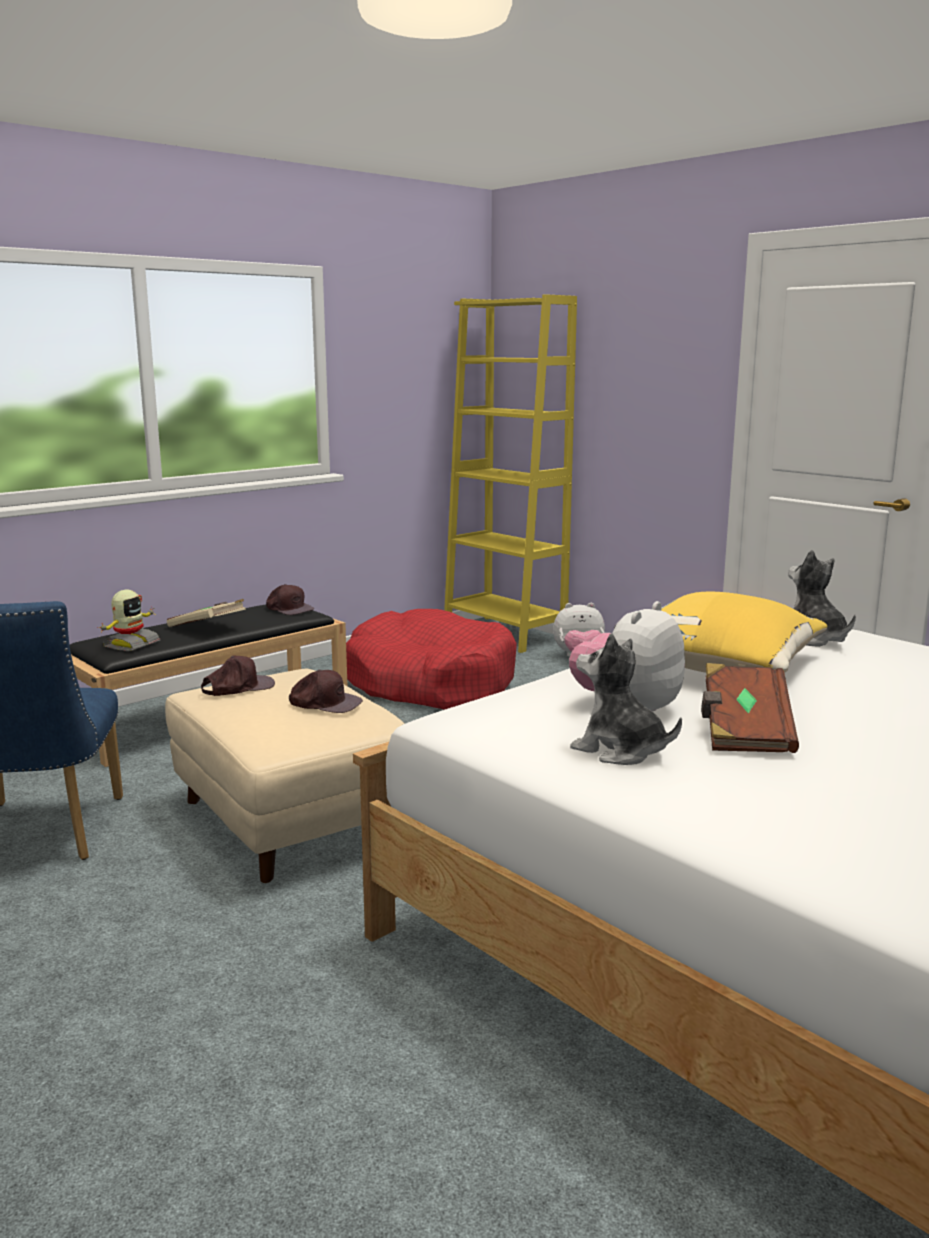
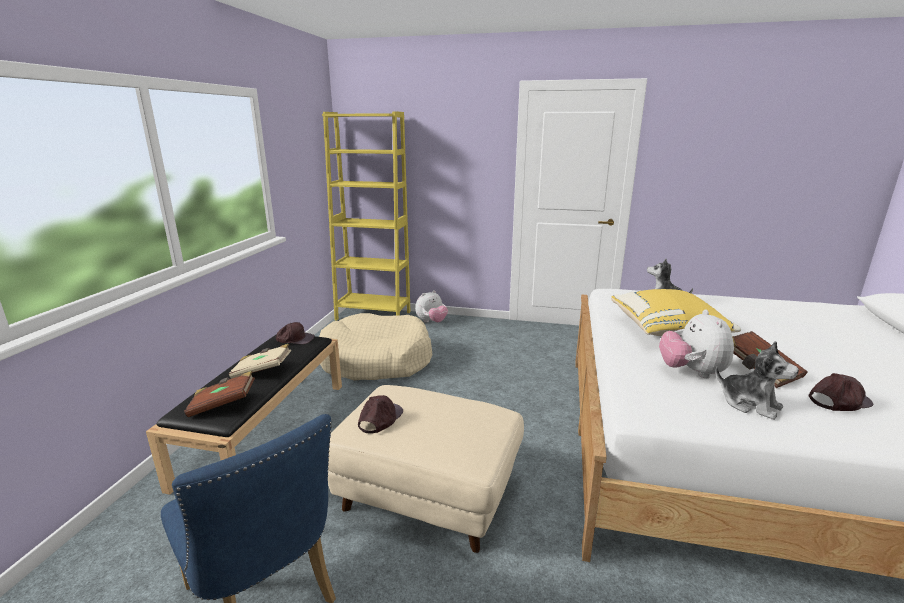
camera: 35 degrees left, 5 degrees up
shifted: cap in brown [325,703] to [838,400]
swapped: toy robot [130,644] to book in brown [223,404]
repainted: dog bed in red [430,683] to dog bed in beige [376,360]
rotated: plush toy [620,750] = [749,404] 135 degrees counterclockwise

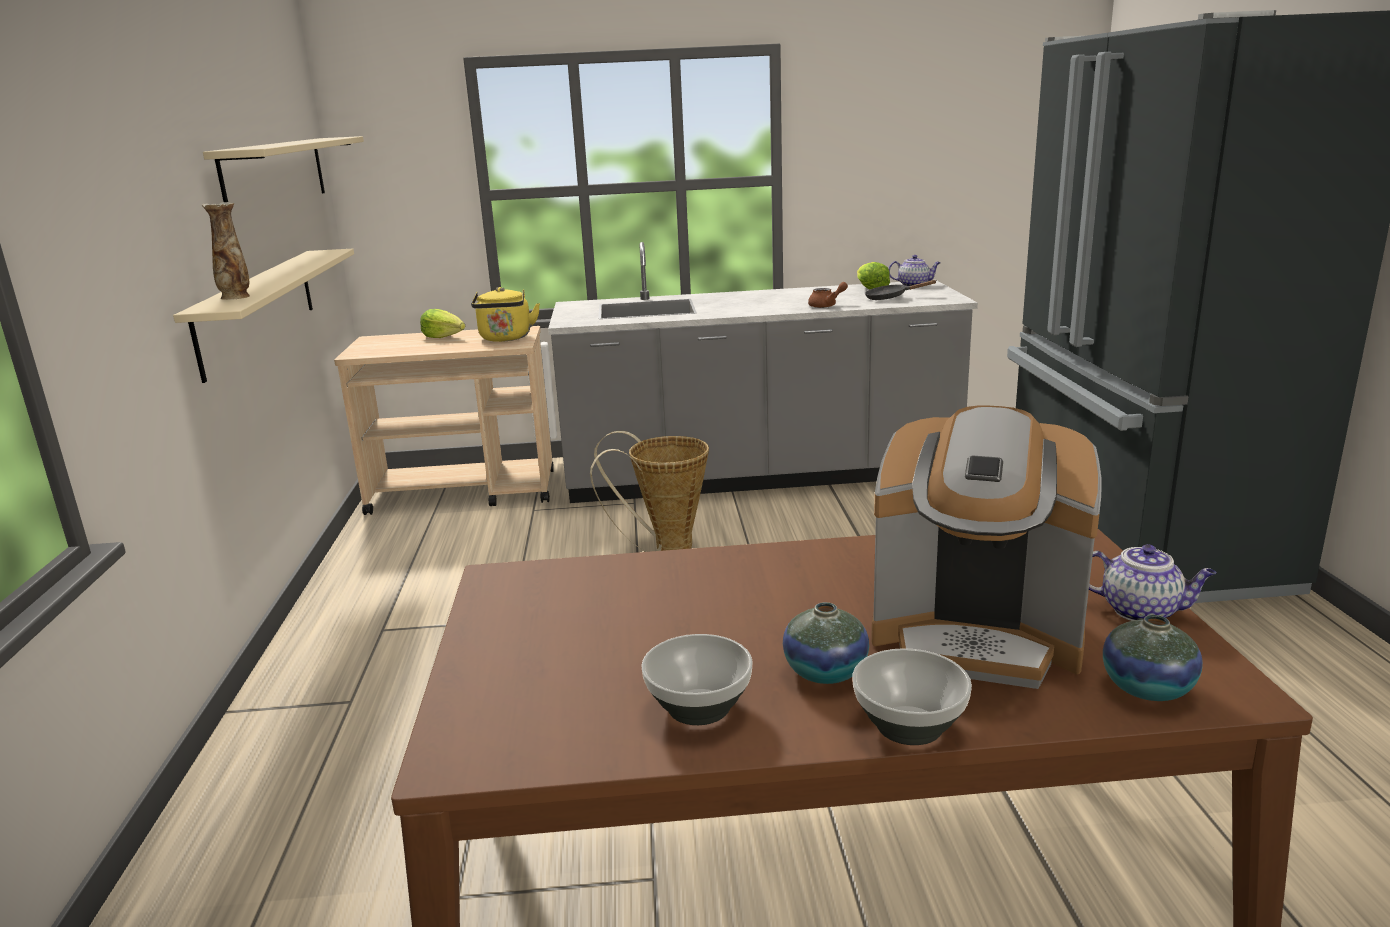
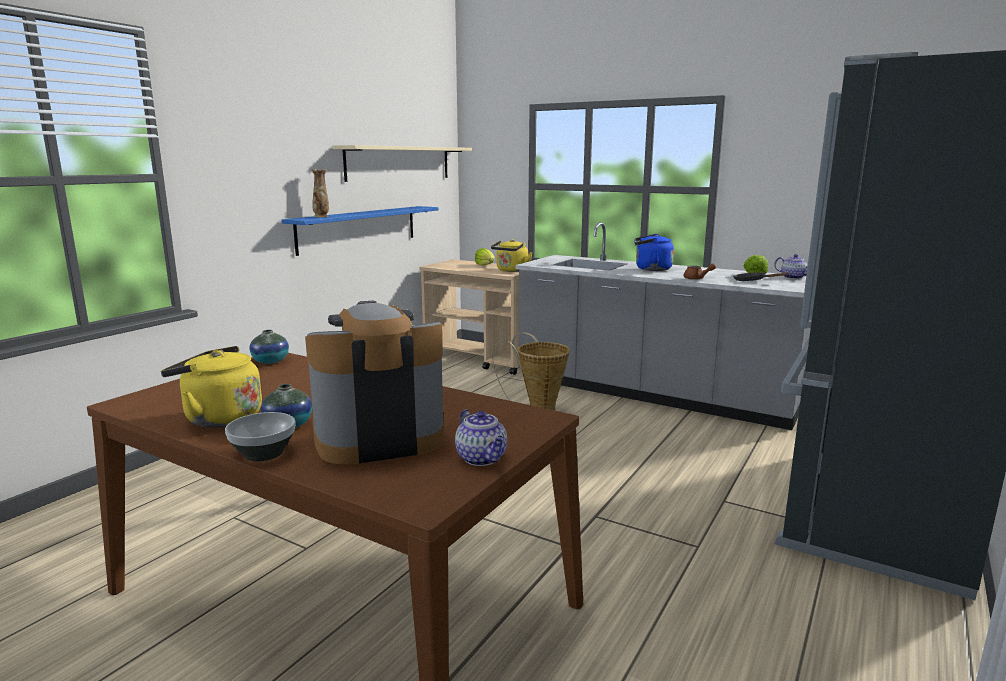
camera: 35 degrees right, 5 degrees down
new: kettle in blue [650,269]
shifted: vase [1147,688] to [270,361]
swapped: bowl [697,707] to kettle in yellow [219,418]
repainted: shelf in beige [258,309] to shelf in blue [359,228]
rotated: coffee machine [977,636] = [378,438] 105 degrees clockwise

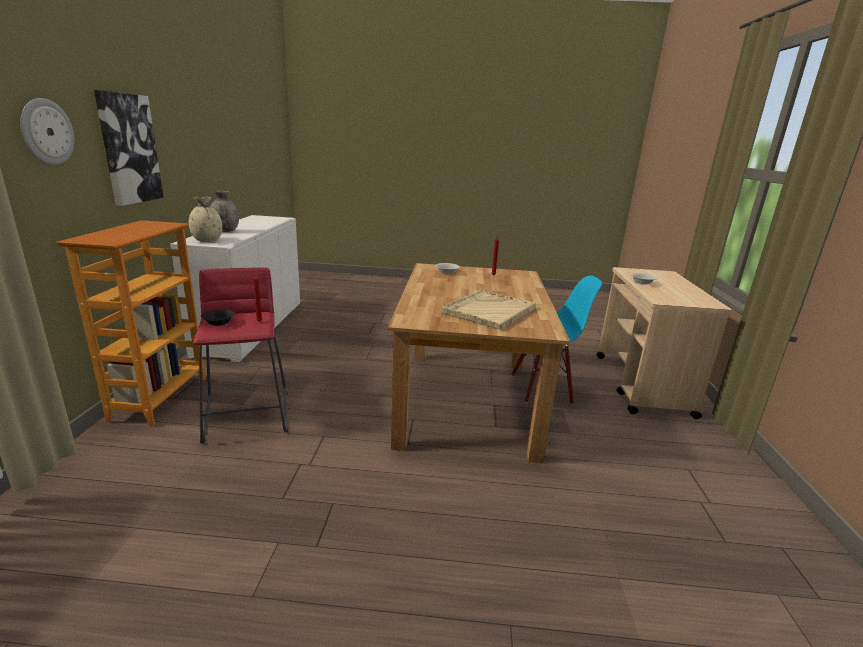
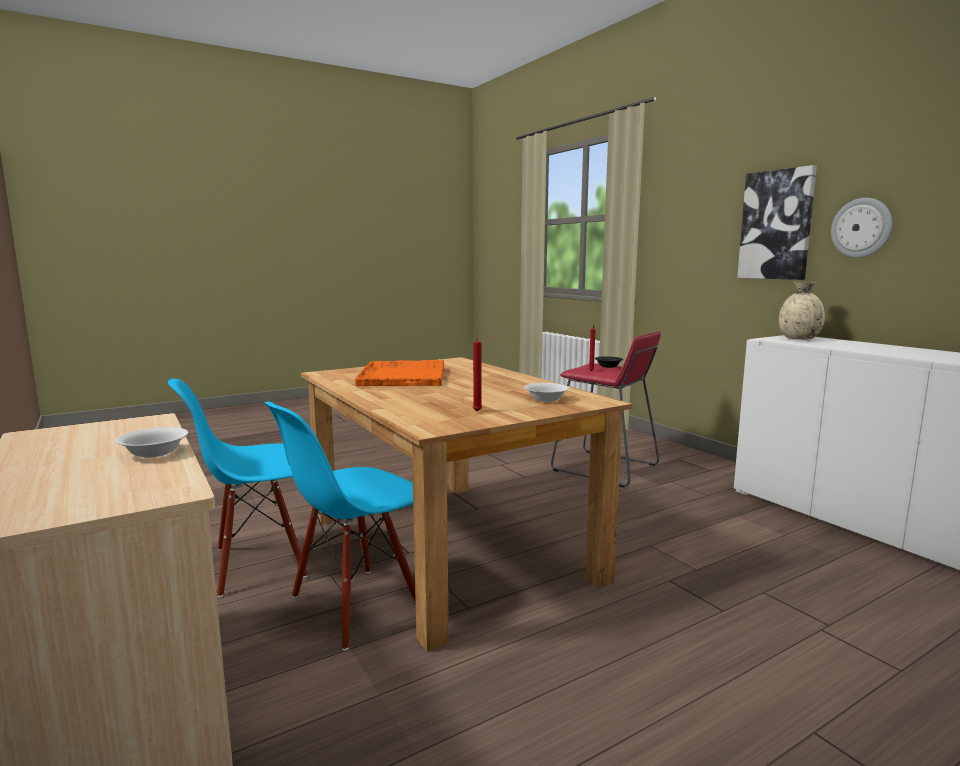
camera: 145 degrees right, 10 degrees down
gone: bookcase [159,398]; vase in grey [225,231]
new: chair in blue [259,564]
shifted: wall clock [46,132] to [861,228]
repainted: tray in beige [489,310] to tray in orange [403,376]

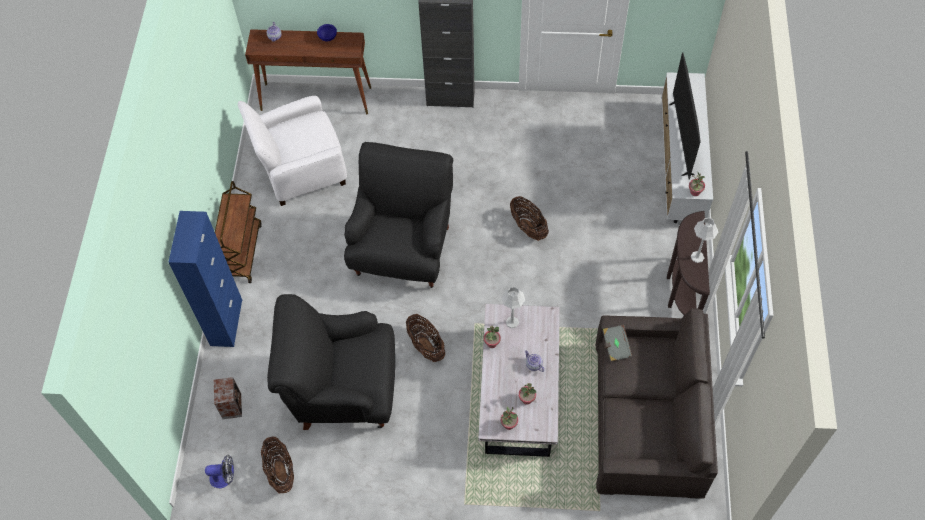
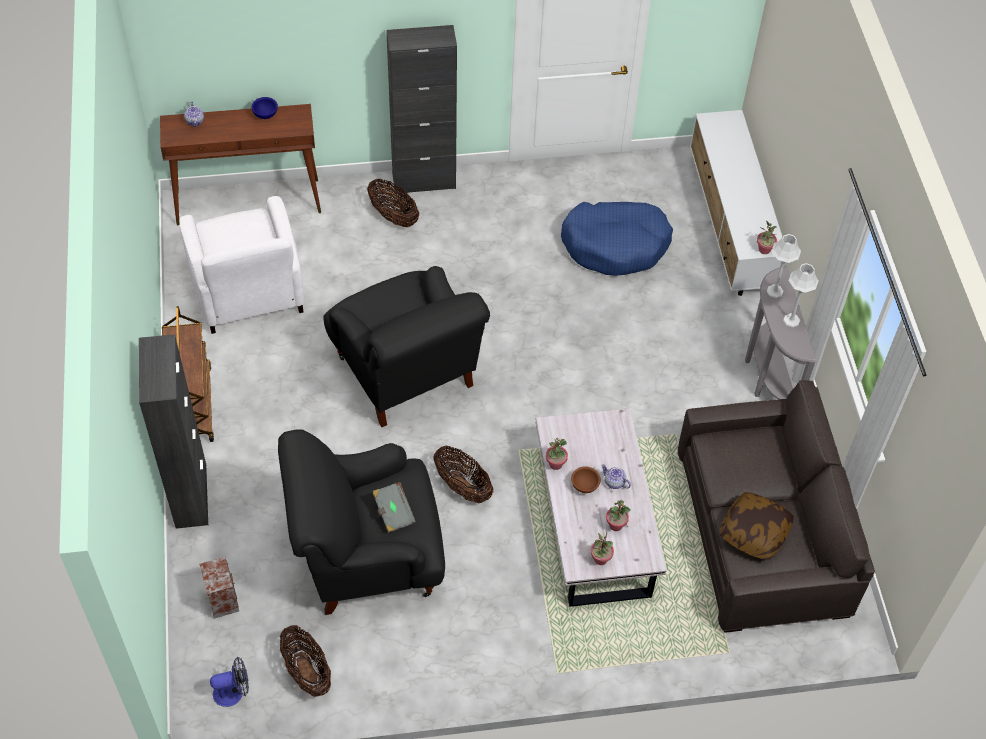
camera: 15 degrees left, 5 degrees down
gone: television [681,139]
new: dog bed in blue [615,245]; bowl in brown [584,486]; pillow [754,532]
shifted: basket [528,227] to [393,216]; book in grey [615,346] to [393,512]; table lamp in grey [512,322] to [775,291]
repainted: cabinet in blue [226,322] to cabinet in black [191,496]; console table in brown [680,293] to console table in grey [766,377]
rotated: armchair in white [301,168] = [248,290] 75 degrees counterclockwise; armchair in black [403,250] = [406,373] 150 degrees clockwise

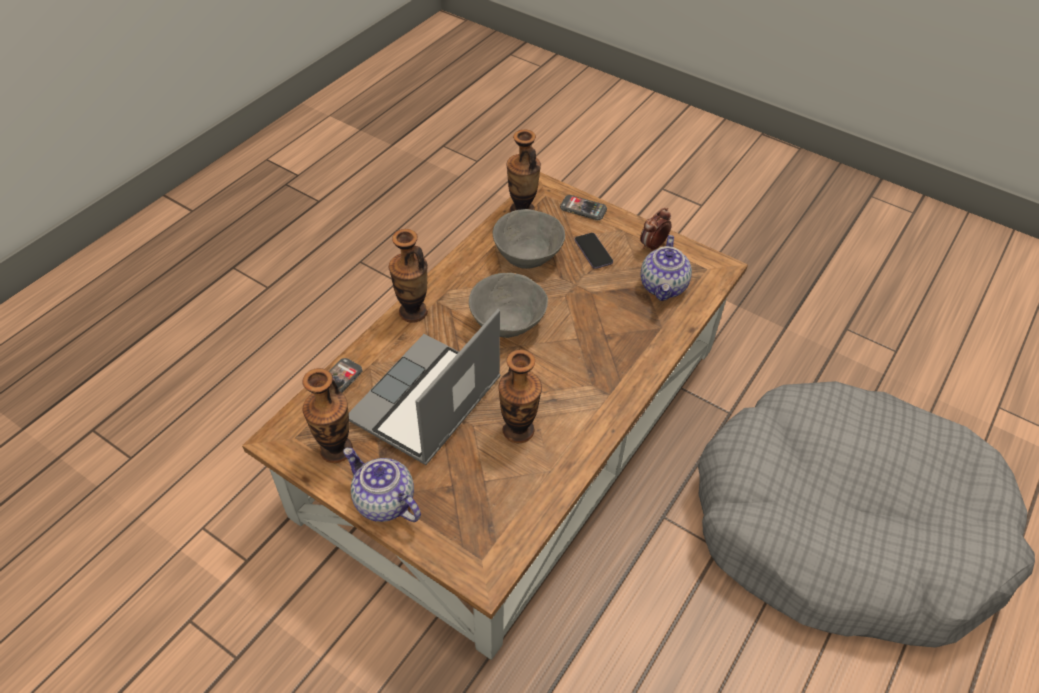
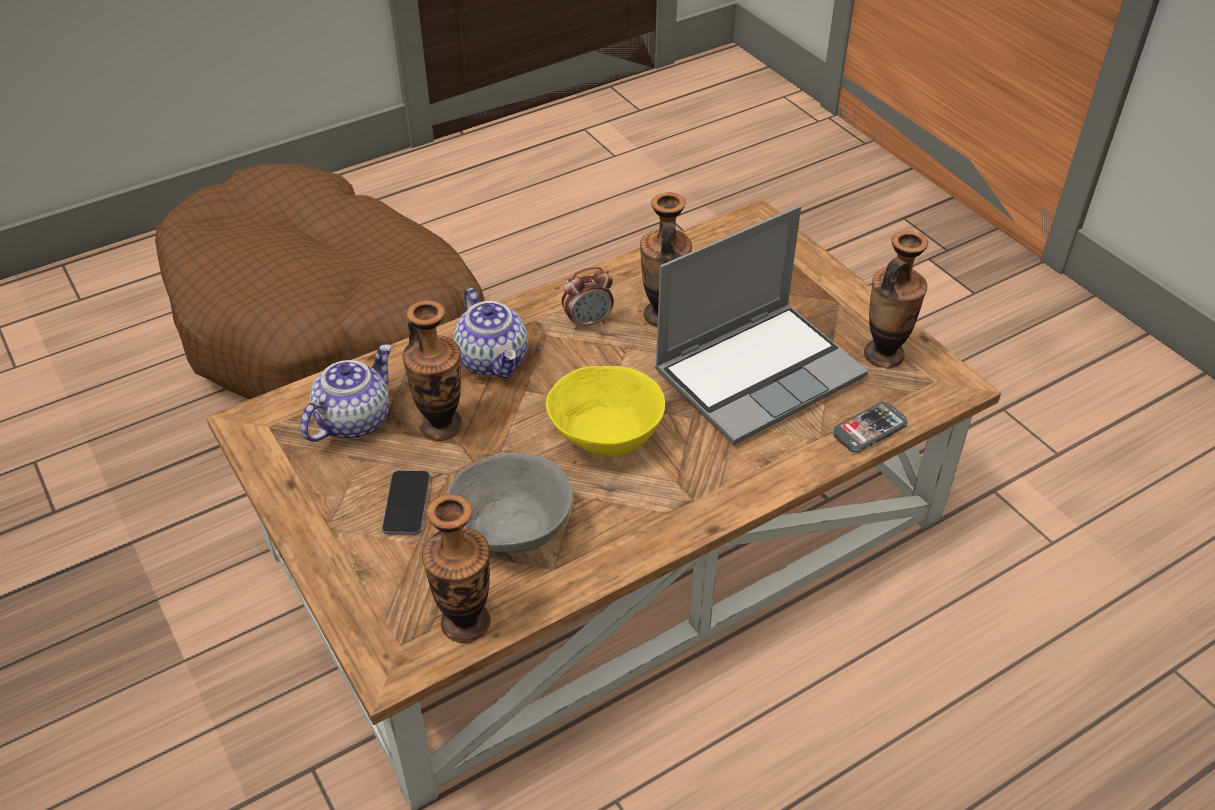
camera: 155 degrees left, 5 degrees down
gone: phone [583,209]
shifted: vase [413,312] to [441,426]; teapot [383,501] to [494,360]; alarm clock [653,246] to [588,322]
repainted: dog bed in grey [841,528] to dog bed in brown [326,324]; bowl in grey [507,323] to bowl in yellow [607,436]

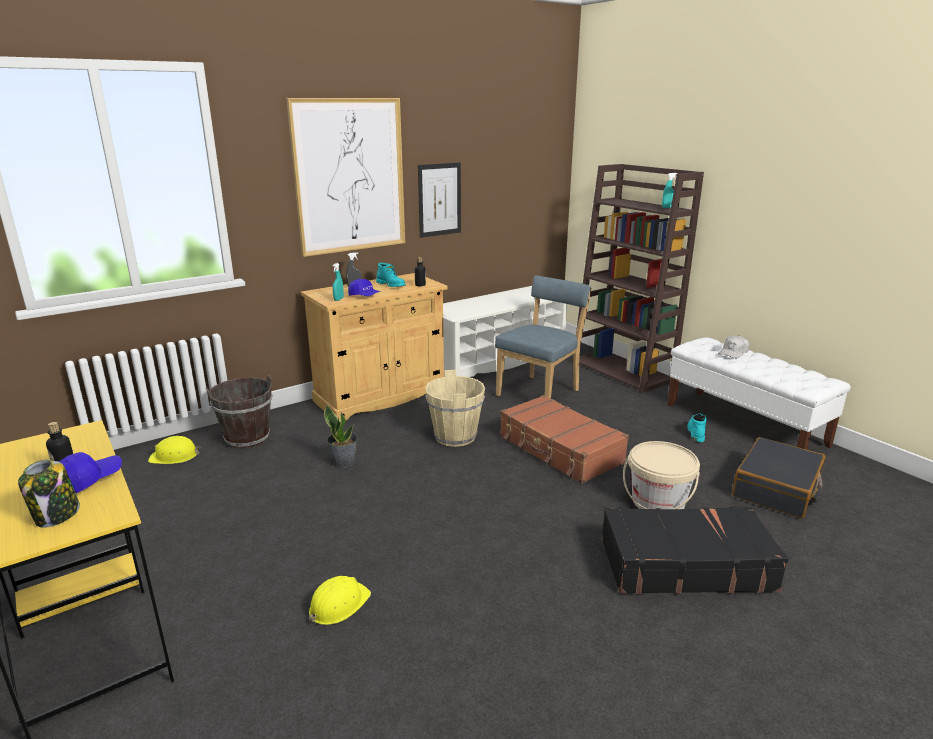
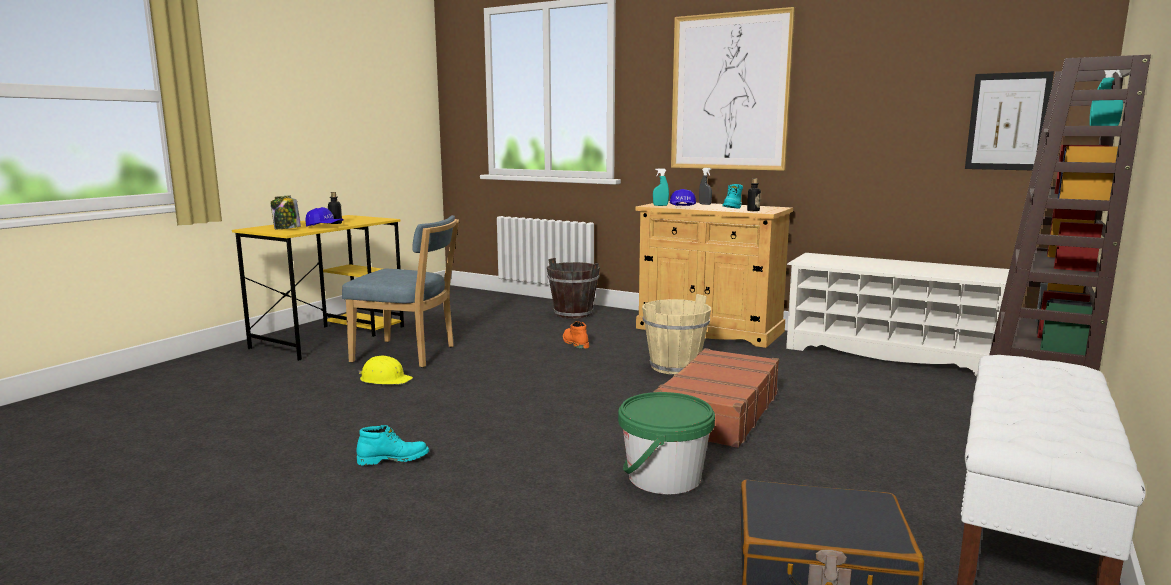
camera: 65 degrees right, 10 degrees down
gone: hard hat in yellow [174,456]; suitcase in black [684,564]; cap in white [733,353]
shifted: chair in blue [540,392] to [408,354]; boot in turquoise [695,432] to [393,459]; picture [439,199] to [1007,121]
swapped: potted plant [344,462] to boot in orange [574,343]
repainted: bucket in beige [658,502] to bucket in green [664,477]

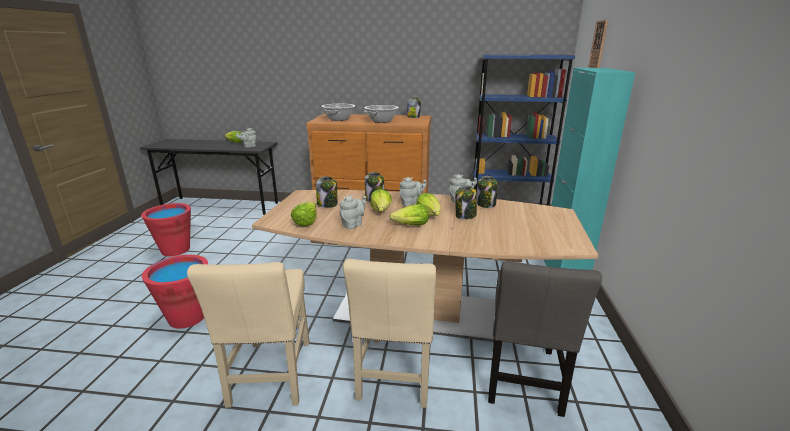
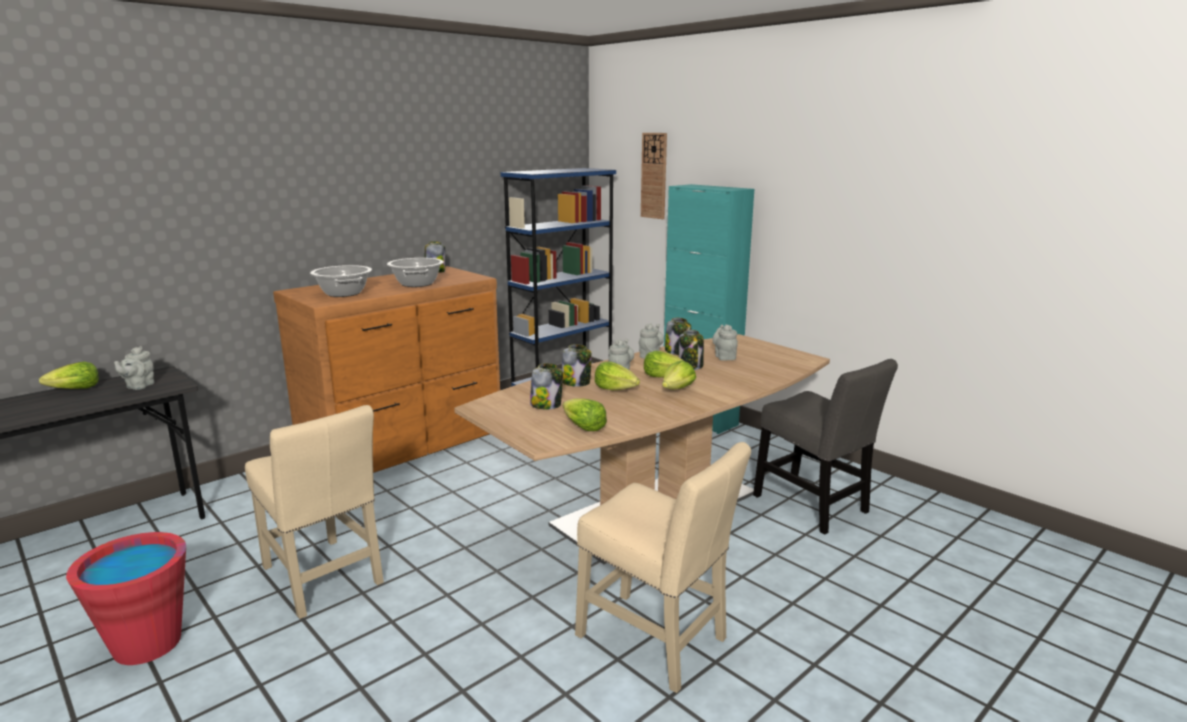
camera: 50 degrees left, 5 degrees down
gone: bucket in red [187,317]
shifted: chair in beige [395,374] to [323,579]; teapot in grey [353,224] to [724,357]

